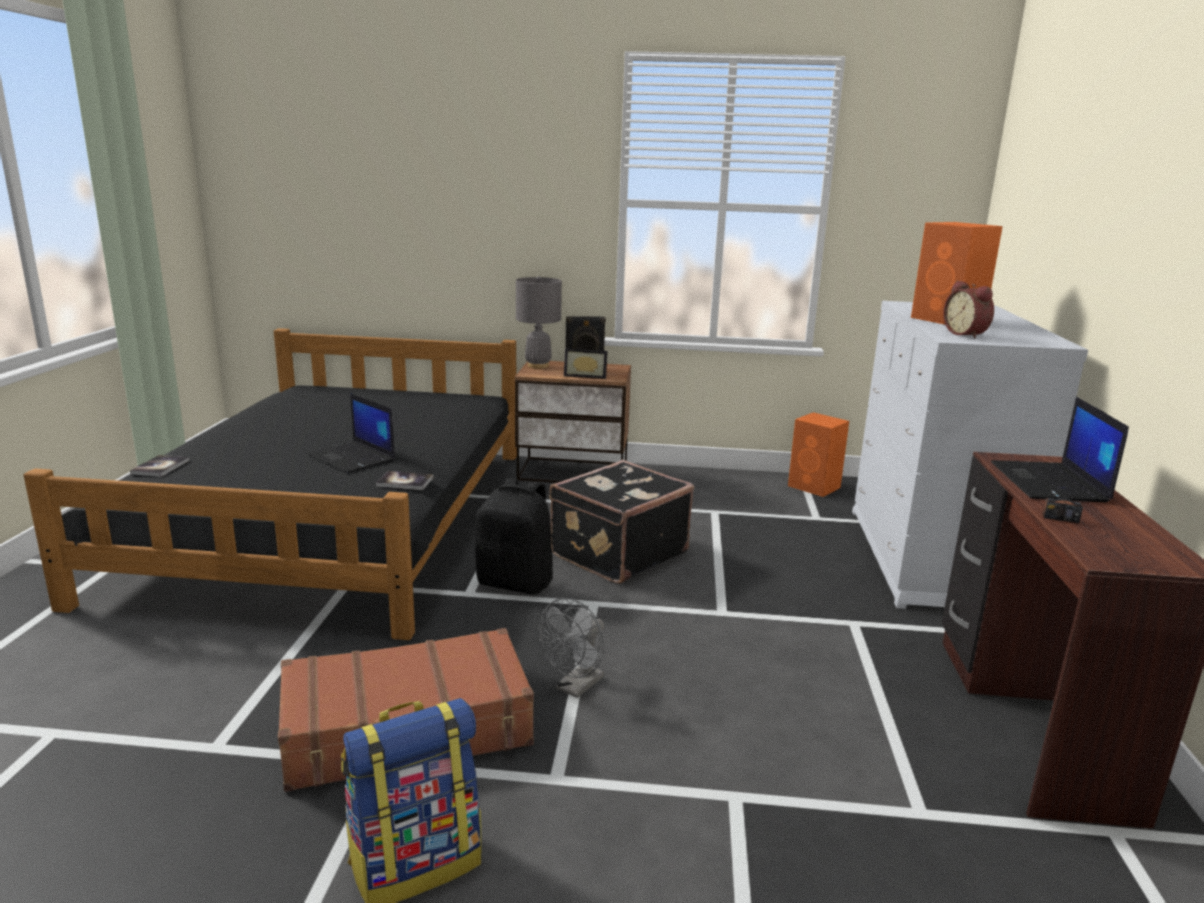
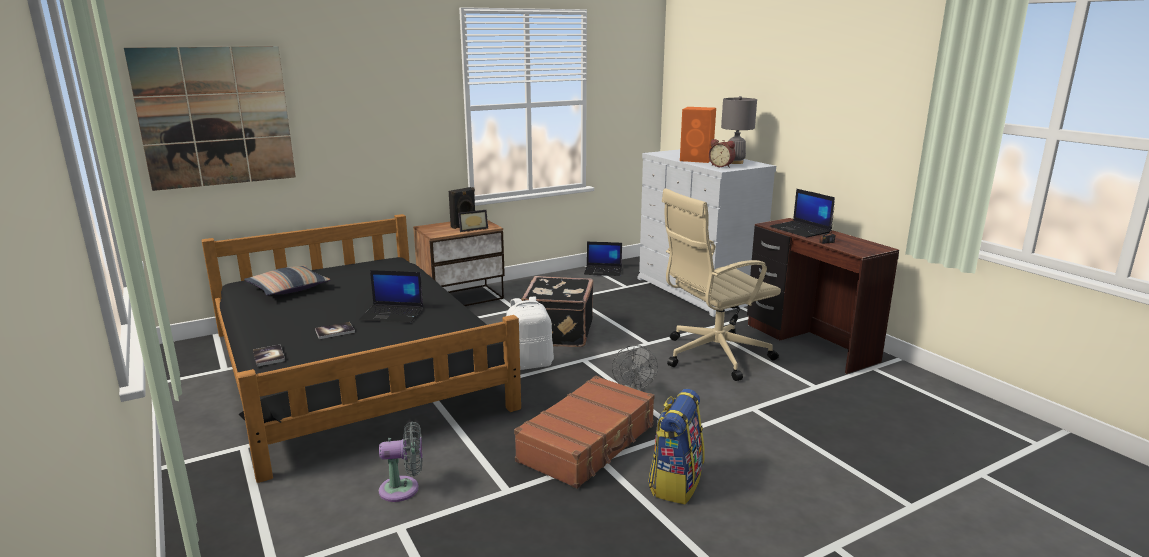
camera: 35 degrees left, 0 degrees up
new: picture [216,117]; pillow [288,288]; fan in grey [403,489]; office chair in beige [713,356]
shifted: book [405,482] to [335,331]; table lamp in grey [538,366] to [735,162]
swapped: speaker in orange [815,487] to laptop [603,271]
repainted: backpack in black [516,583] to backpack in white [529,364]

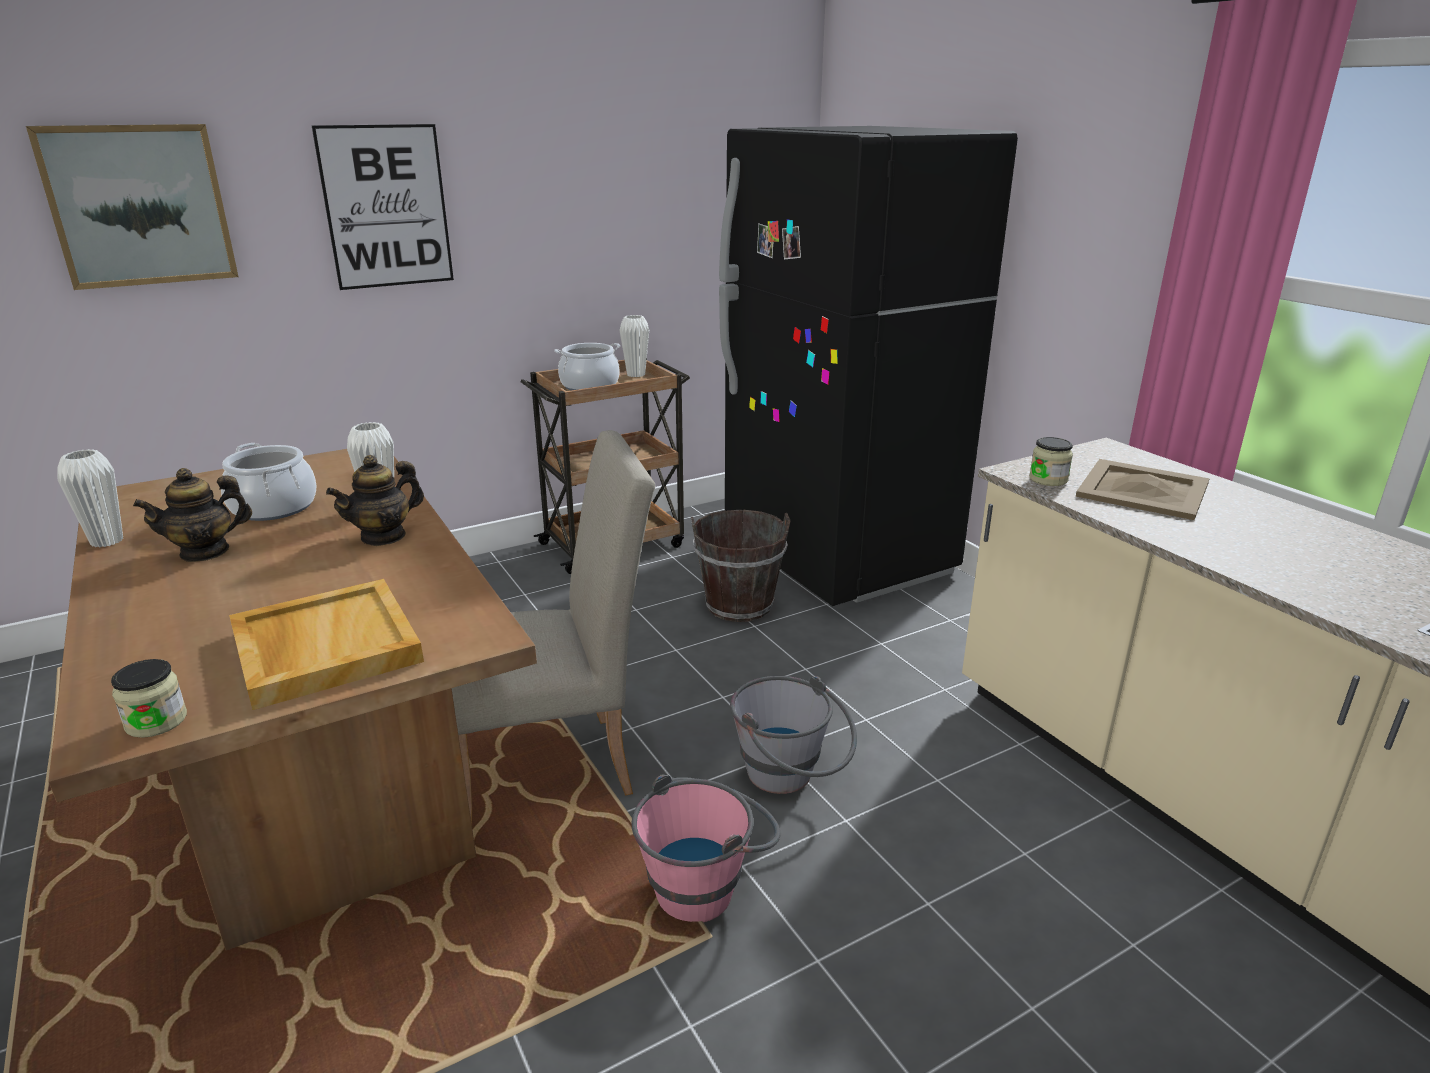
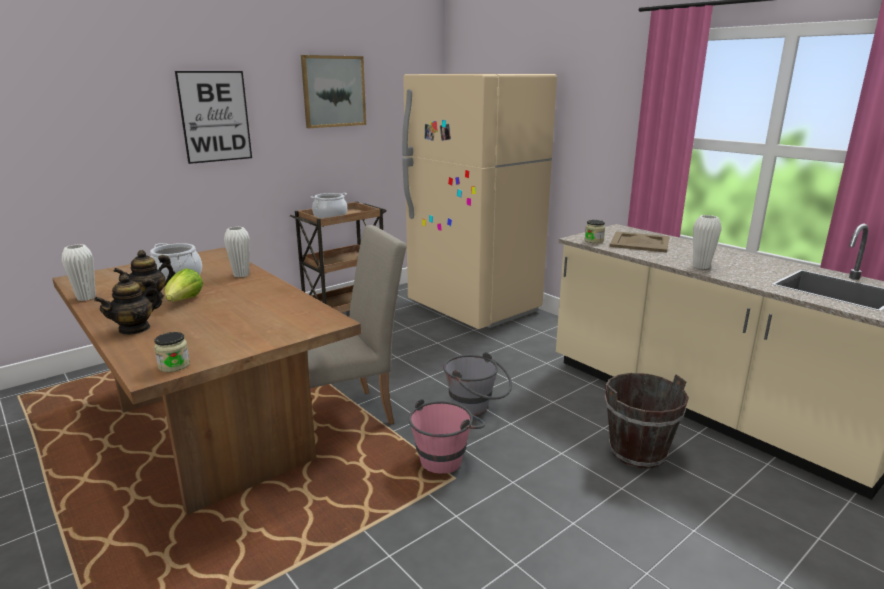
camera: 10 degrees left, 5 degrees down
gone: tray in beige [324,647]
new: lettuce [184,301]
shifted: teapot [384,536] to [135,329]; picture [139,206] to [333,91]; bucket in brown [739,606] to [637,452]; vase in white [636,374] to [701,266]
repainted: fridge in black [838,556] to fridge in beige [473,307]

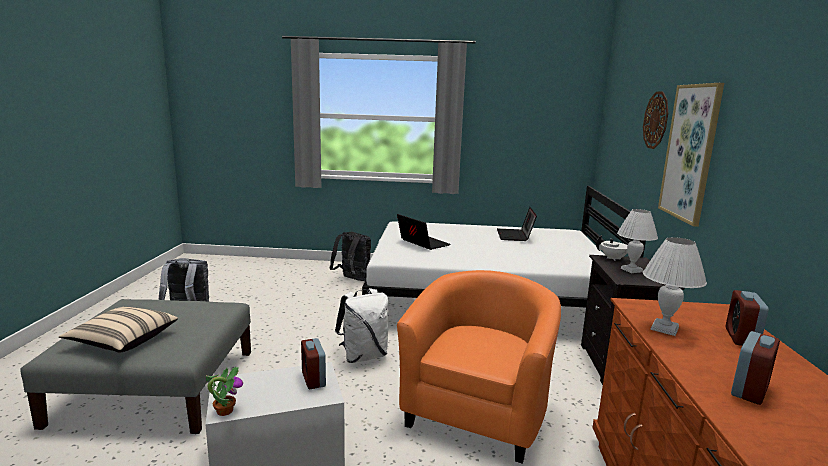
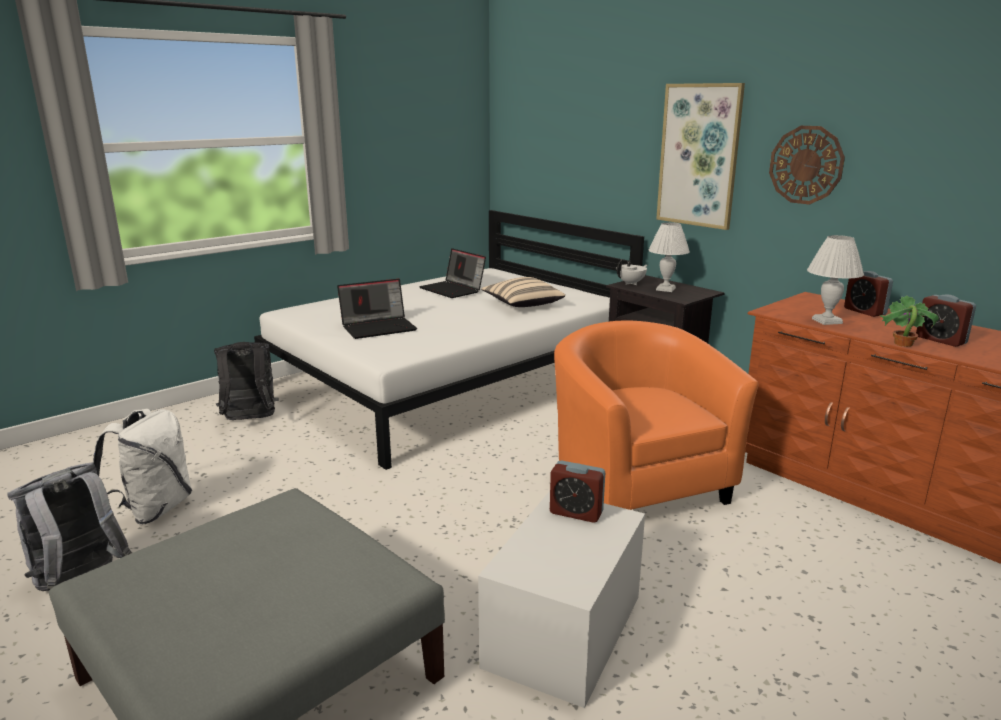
camera: 45 degrees left, 5 degrees up
shifted: backpack in white [363,356] to [154,509]; pillow in beige [123,341] to [522,305]; wall clock [656,120] to [806,165]; potted plant [224,411] to [902,344]
rotated: laptop [422,243] = [379,327] 150 degrees clockwise; alarm clock [749,390] = [940,340] 150 degrees clockwise

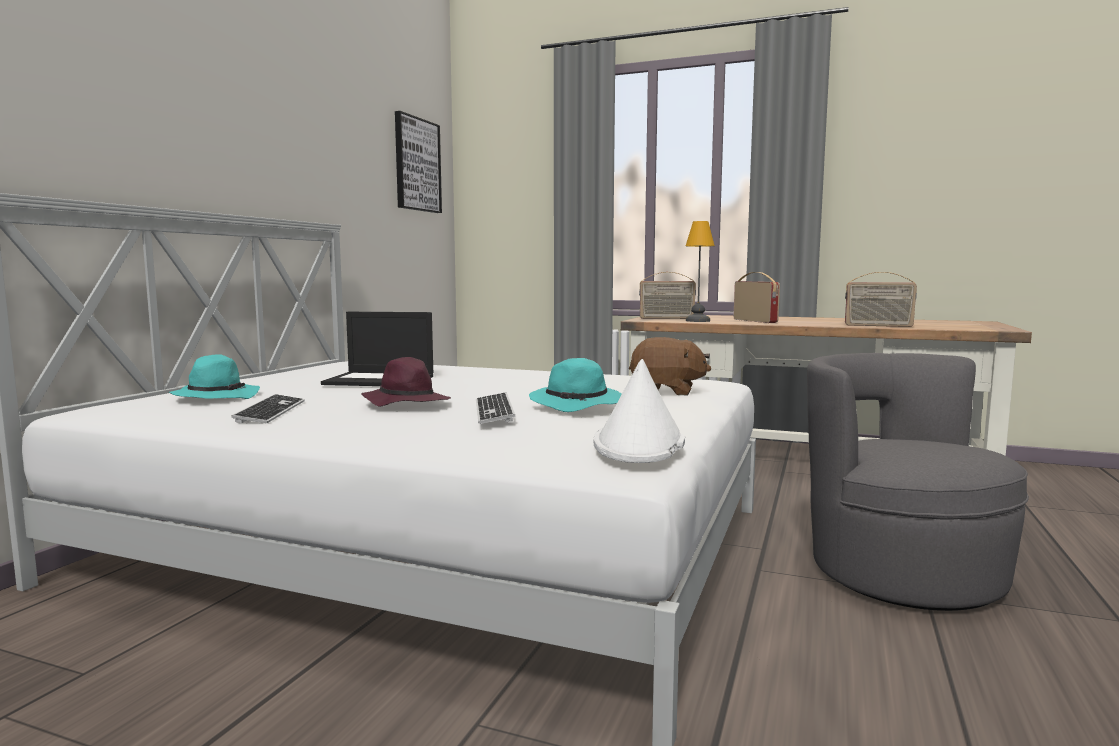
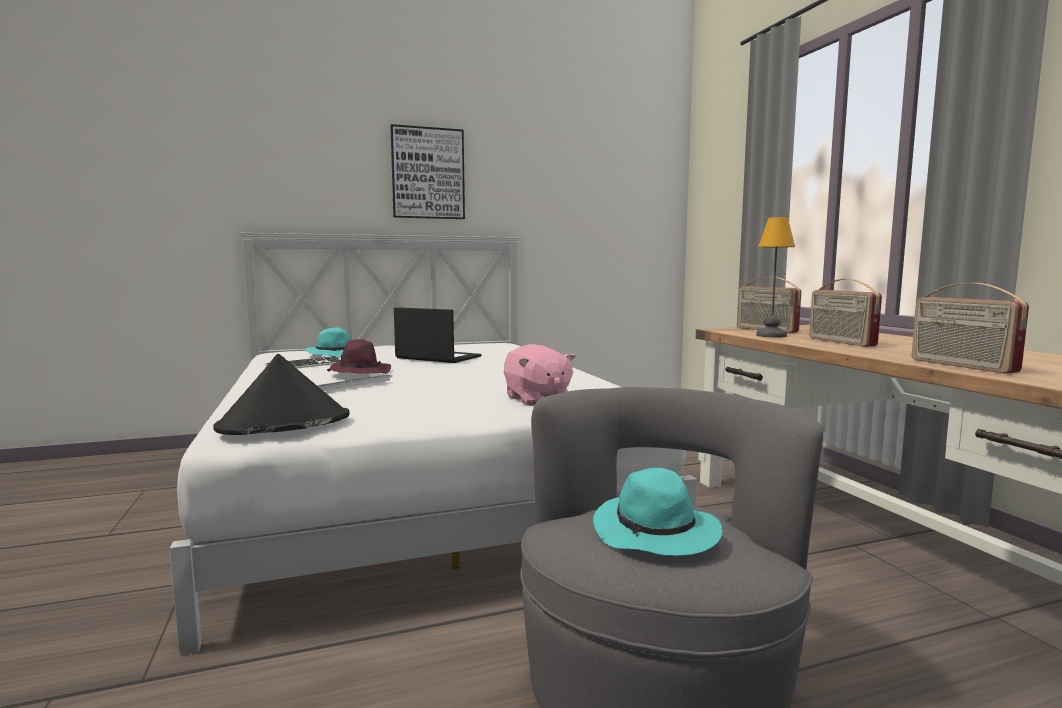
camera: 50 degrees right, 0 degrees up
shifted: picture [417,165] to [428,173]; hat in turquoise [578,404] to [656,533]
repainted: hat in white [639,443] to hat in black [284,423]; plush toy in brown [666,391] to plush toy in pink [537,399]
rotated: laptop [381,380] = [437,357] 150 degrees clockwise; radio [755,321] = [840,342] 135 degrees clockwise

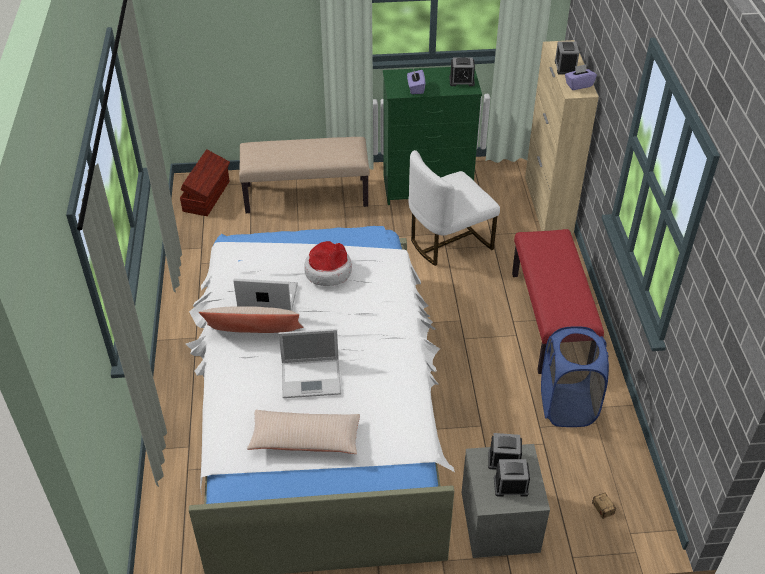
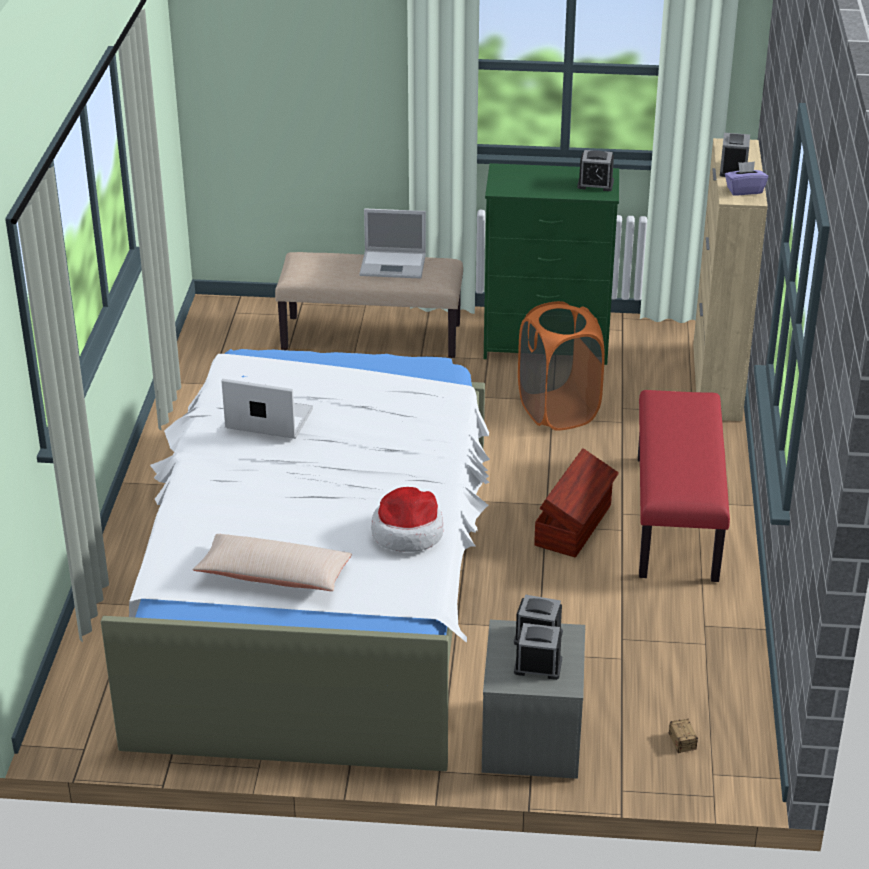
camera: 10 degrees right, 10 degrees down
gone: pillow in beige [254,334]; tissue box in purple [415,88]; laundry basket in blue [567,405]
shifted: laptop [312,378] to [394,265]; hat [328,271] to [407,532]; storage box in brown [207,196] to [575,525]
swapped: chair in white [448,242] to laundry basket in orange [558,411]

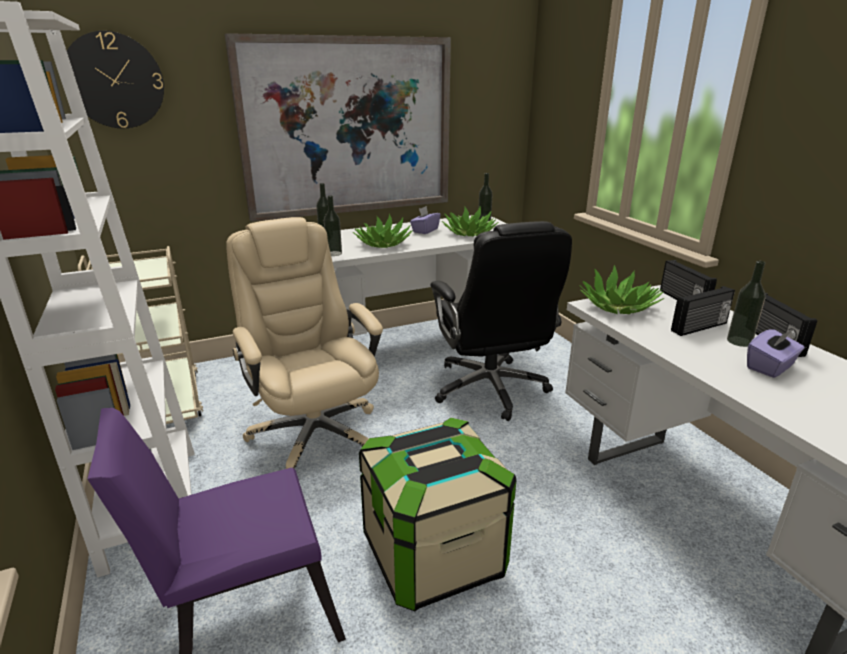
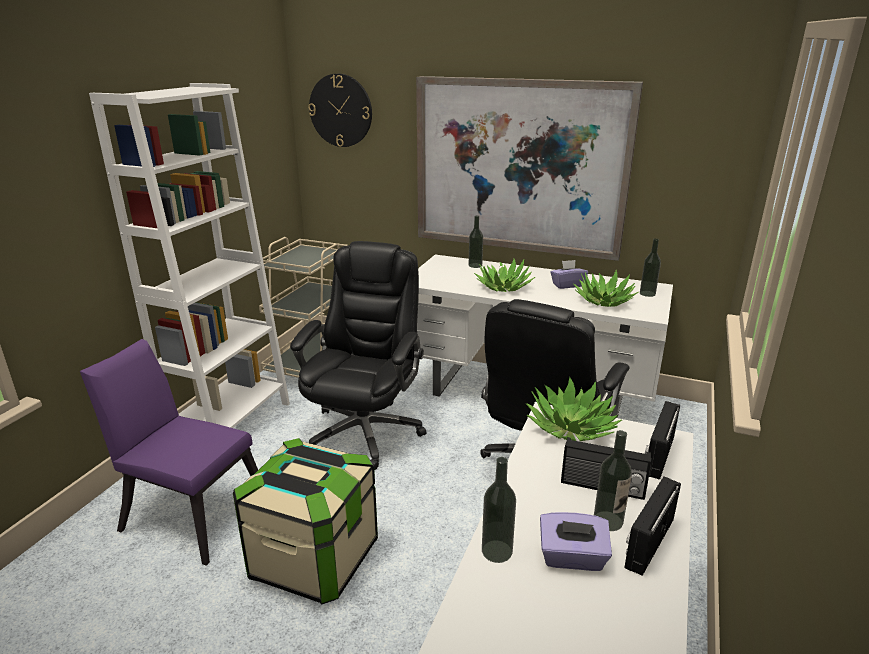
camera: 45 degrees right, 0 degrees up
shifted: bottle [334,253] to [497,551]
repainted: office chair in beige [314,434] to office chair in black [365,430]

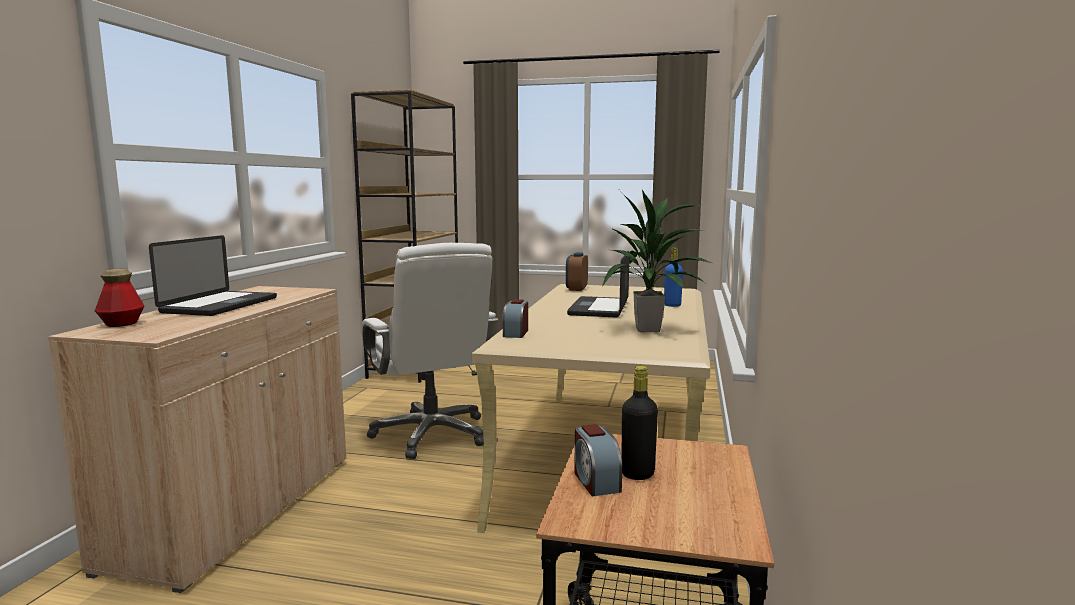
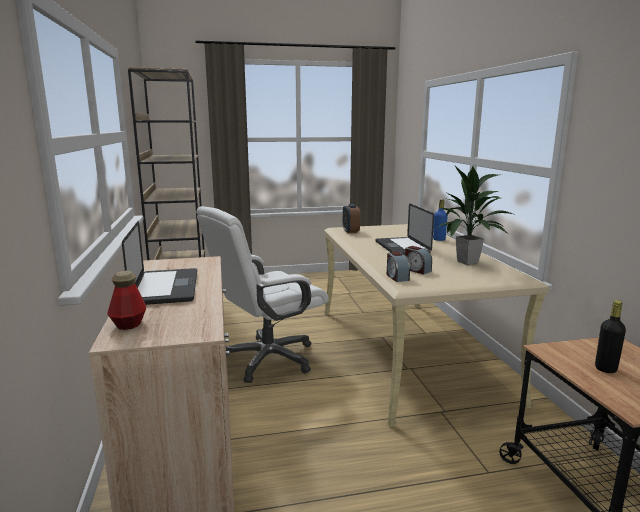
camera: 25 degrees left, 5 degrees up
shifted: alarm clock [595,481] to [417,270]
rotated: office chair in white [432,434] = [267,359] 105 degrees clockwise

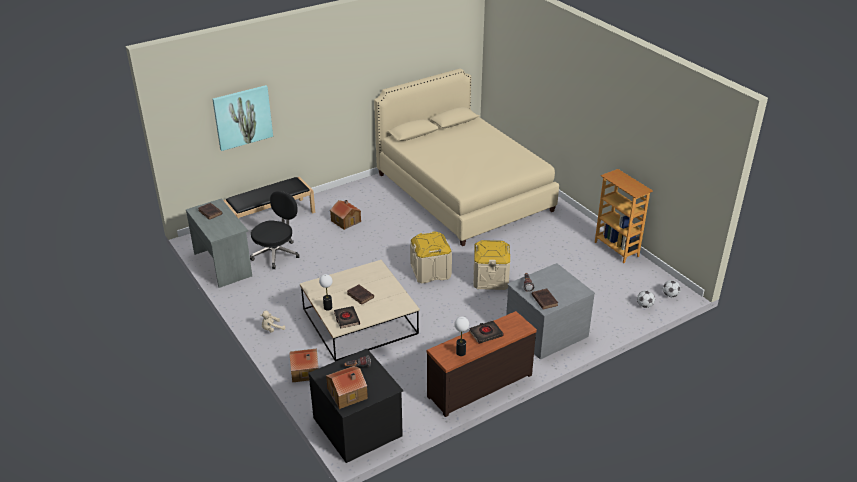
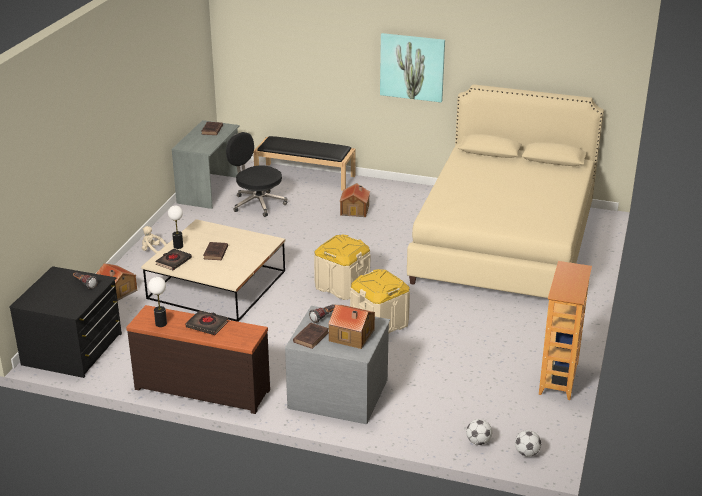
camera: 50 degrees right, 5 degrees down
shifted: toy house [348,394] to [352,336]; picture [242,117] to [412,67]
rotated: office chair in black [276,254] = [257,203] 135 degrees counterclockwise

